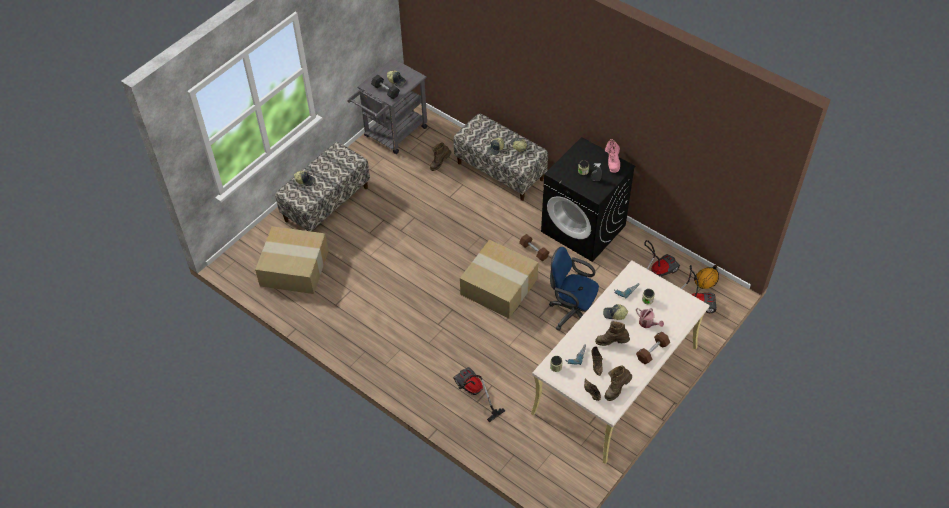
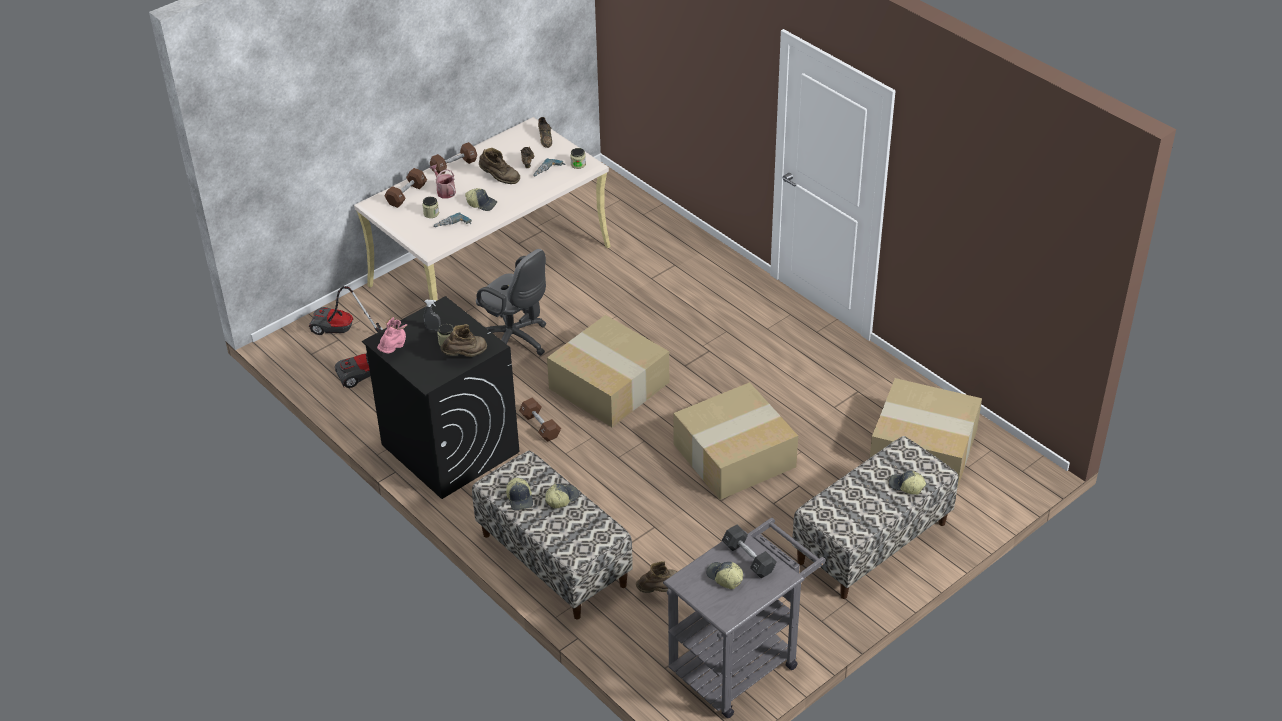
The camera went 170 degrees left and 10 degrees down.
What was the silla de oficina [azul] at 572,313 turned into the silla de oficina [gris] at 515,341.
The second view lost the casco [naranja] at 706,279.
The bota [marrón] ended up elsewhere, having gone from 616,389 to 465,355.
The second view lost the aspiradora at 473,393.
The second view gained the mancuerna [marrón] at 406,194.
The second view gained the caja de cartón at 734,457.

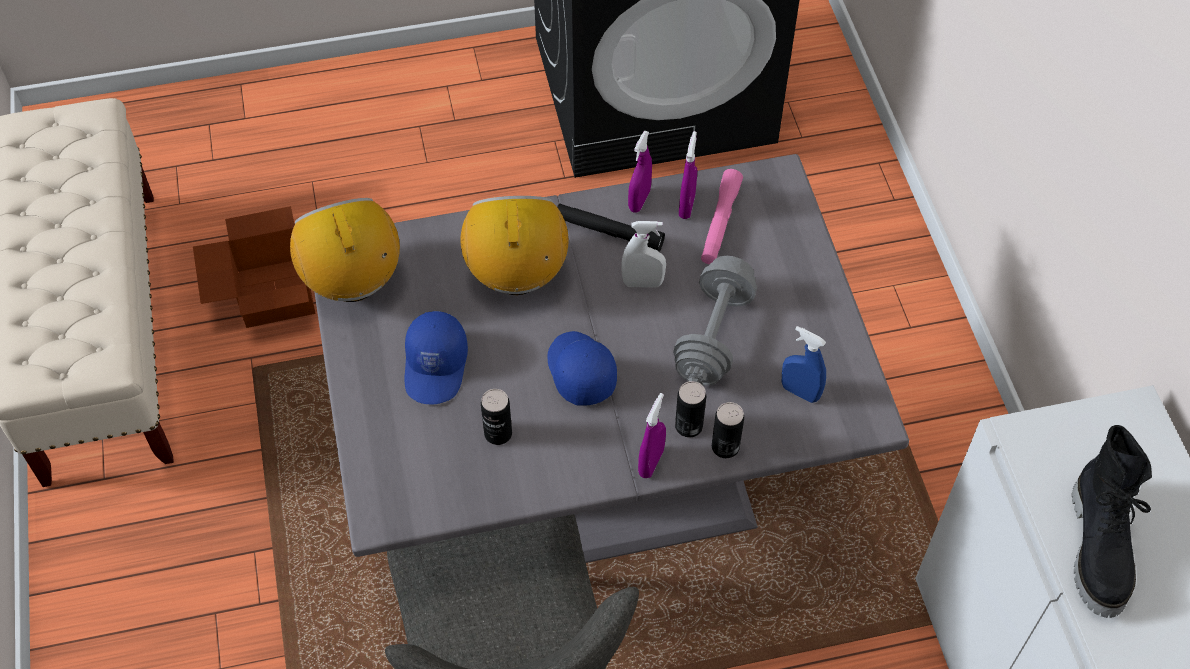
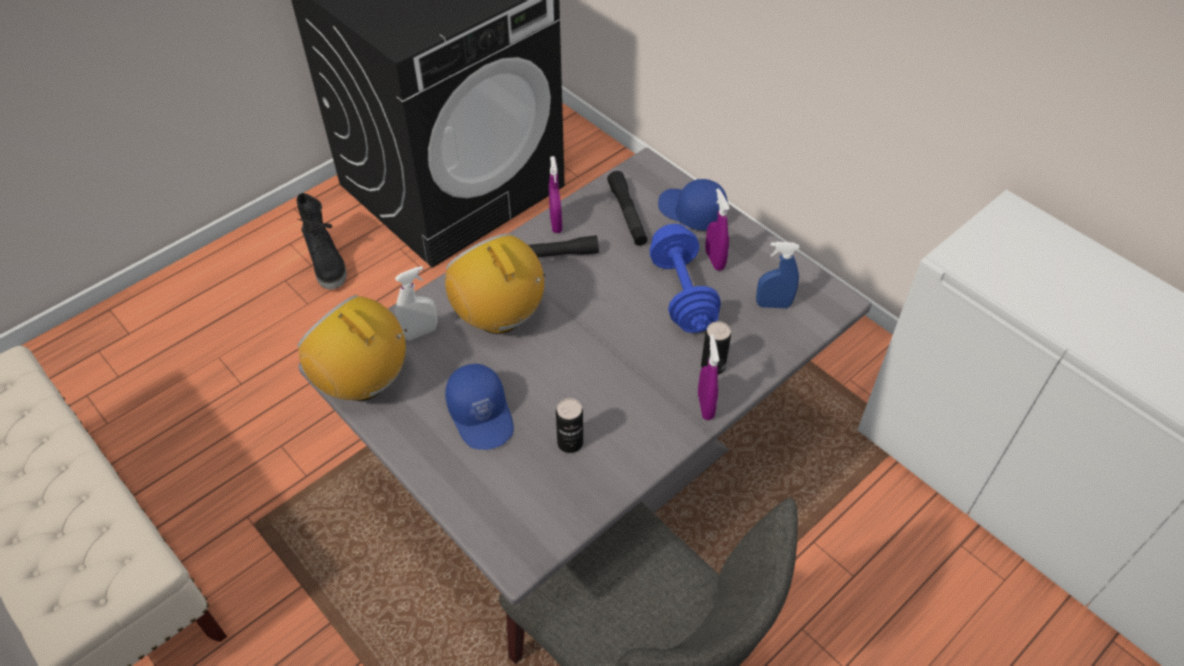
The camera went 30 degrees left and 5 degrees down.
The pulverizador [morado] ended up elsewhere, having gone from 686,206 to 714,260.
What was the linterna [rosa] at 720,223 turned into the linterna [negro] at 627,214.
The second view lost the caja de cartón at 273,292.
The pulverizador [blanco] ended up elsewhere, having gone from 642,283 to 420,332.
What was the mancuerna [gris] at 713,336 turned into the mancuerna [azul] at 682,294.
The gorra [azul] ended up elsewhere, having gone from 579,372 to 691,212.
The second view lost the lata at 725,447.
The bota [negro] ended up elsewhere, having gone from 1099,549 to 327,263.

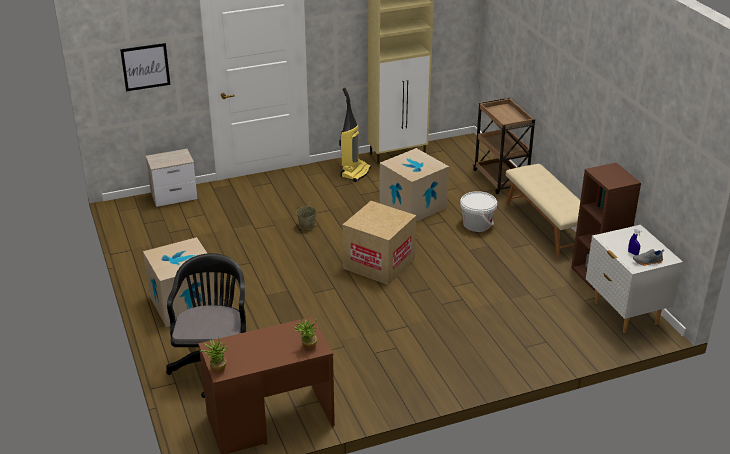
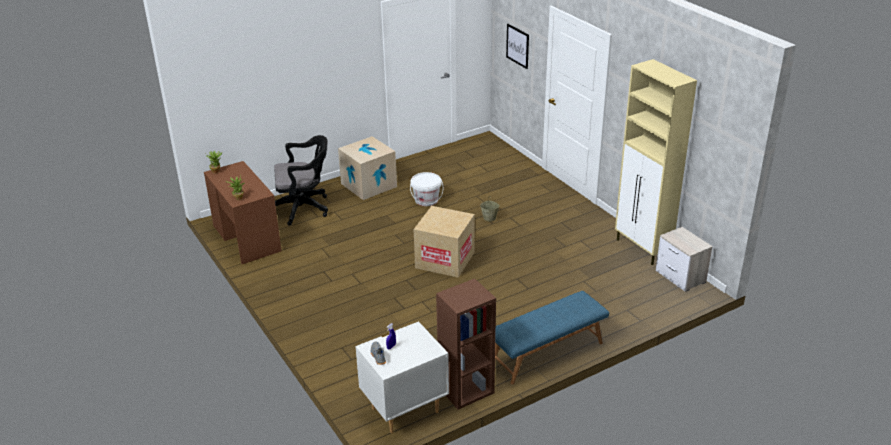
The camera went 80 degrees right and 0 degrees up.
The second view lost the aspiradora at 355,172.
The second view lost the carrito [marrón] at 500,180.
The second view lost the caja de cartón at 413,206.
The mesita de noche ended up elsewhere, having gone from 175,196 to 681,277.
What was the banco [beis] at 546,225 turned into the banco [azul] at 547,353.
The cubo [blanco] ended up elsewhere, having gone from 477,224 to 426,200.

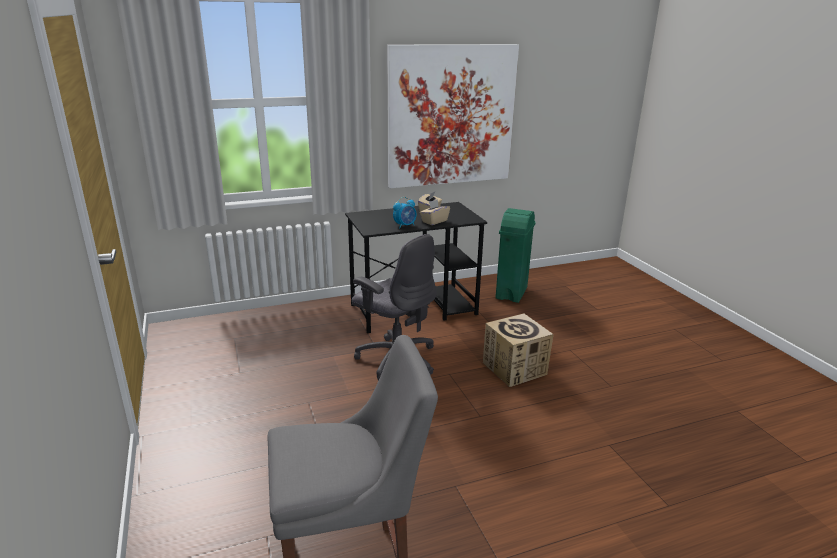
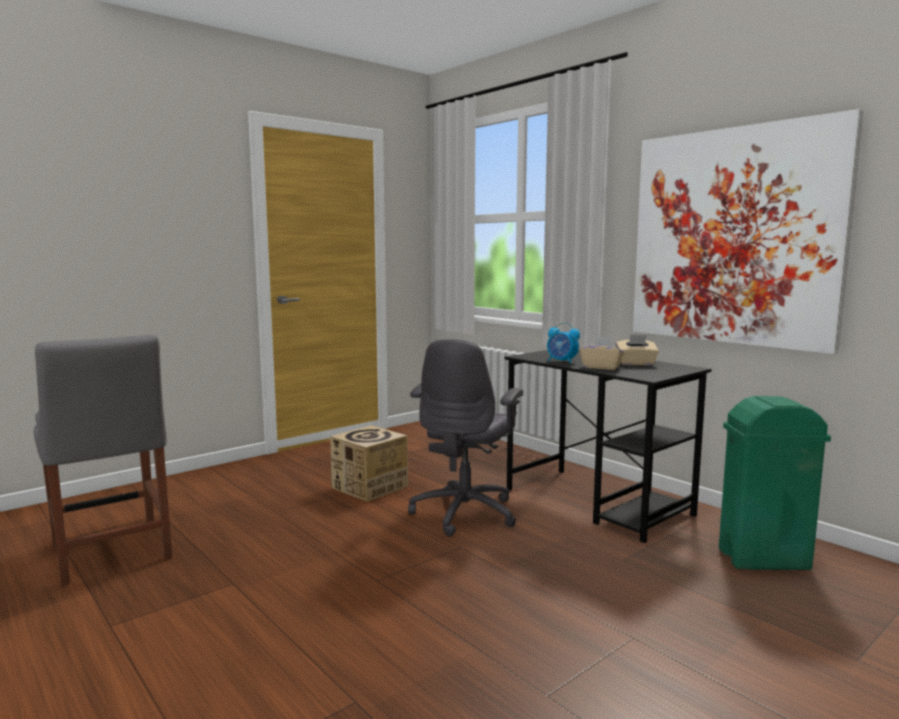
The camera went 70 degrees right and 15 degrees down.
The caja de cartón ended up elsewhere, having gone from 515,368 to 370,487.

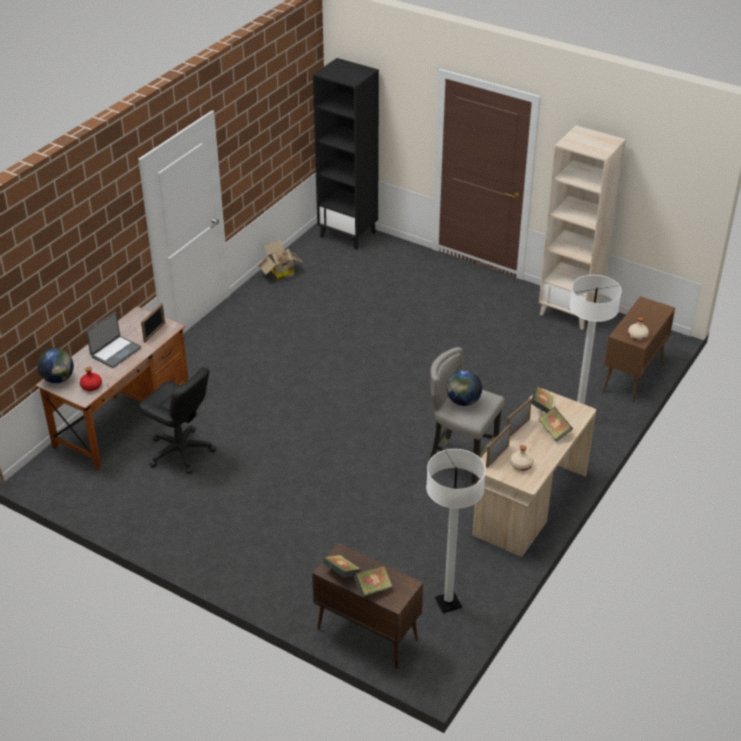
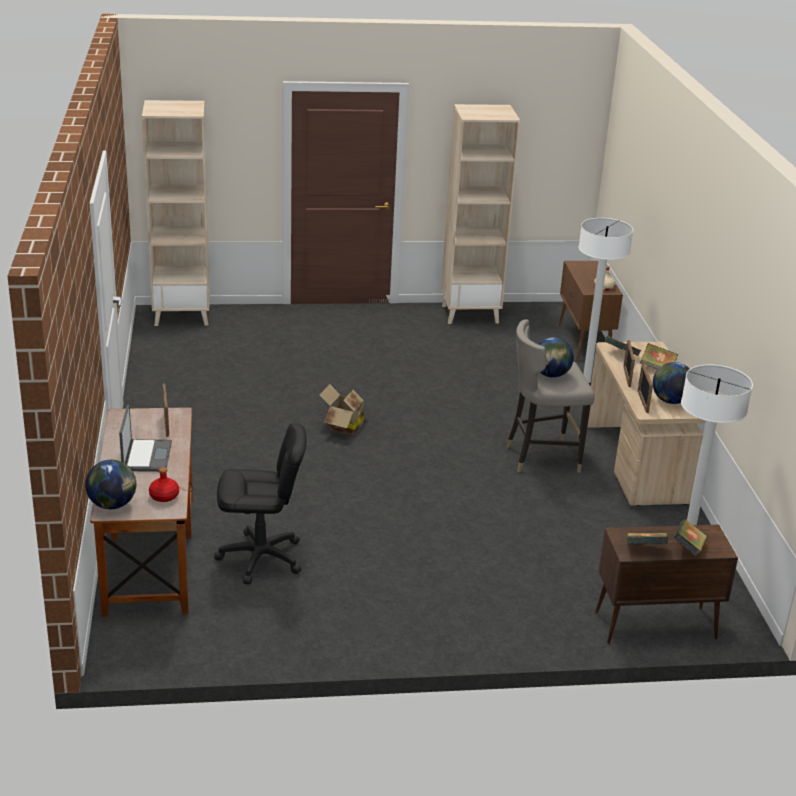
The camera went 40 degrees left and 10 degrees down.
What was the estantería [negro] at 348,234 turned into the estantería [beis] at 182,316.
The caja de cartón ended up elsewhere, having gone from 279,273 to 343,427.
Where the botella [beis] stood at 521,465, the globo terráqueo came to stand at 670,401.

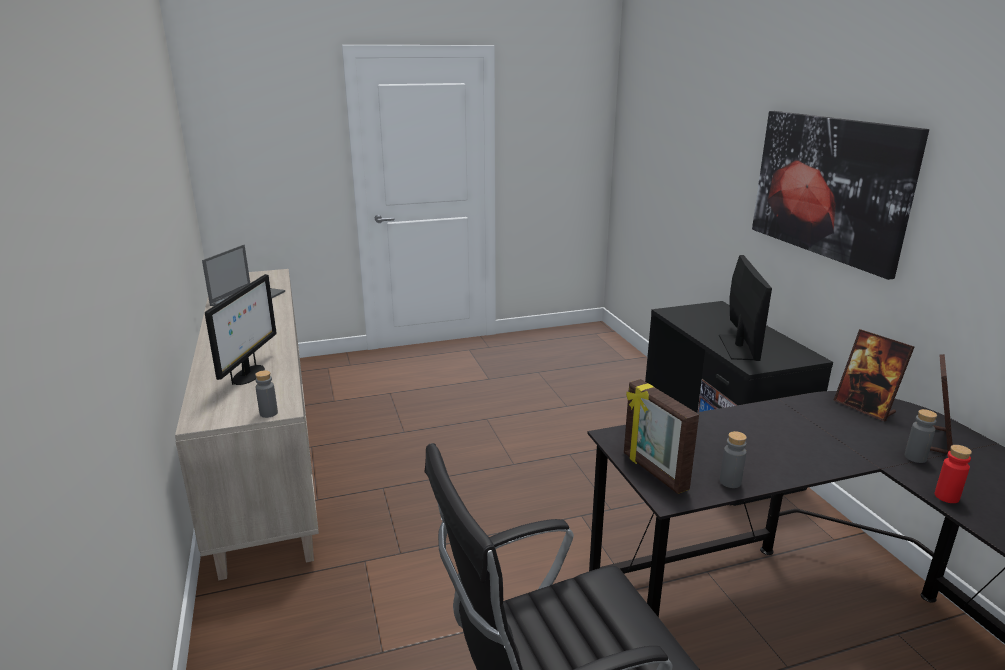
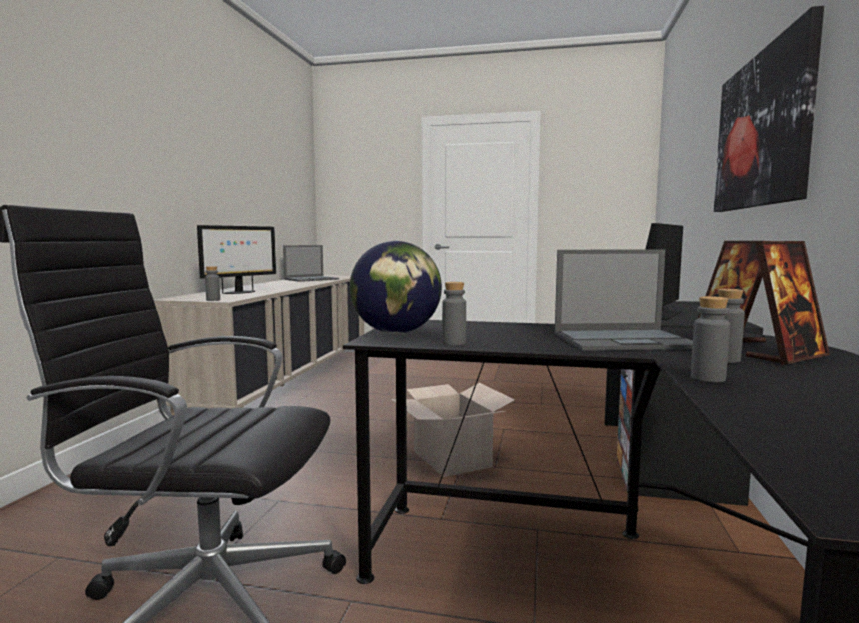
The camera went 30 degrees right and 15 degrees down.
Where the portarretratos stood at 653,472, the globo terráqueo came to stand at 396,333.
What was the botella [rojo] at 946,497 turned into the botella [gris] at 708,378.
The second view gained the portátil at 625,341.
The second view gained the caja de cartón at 452,459.

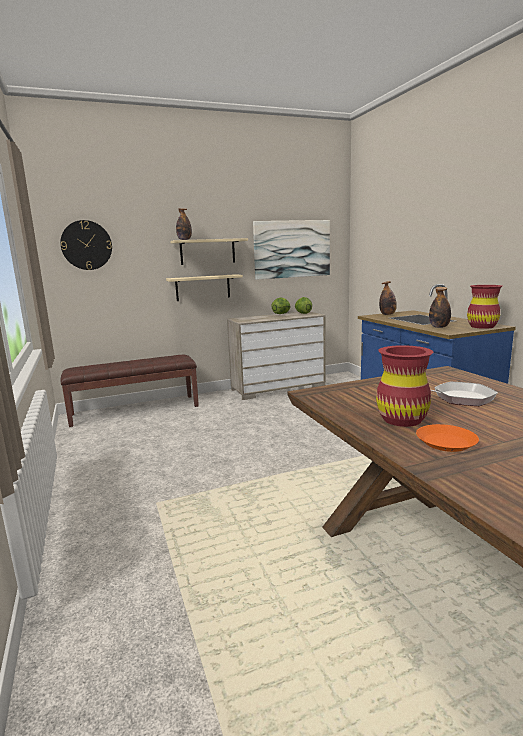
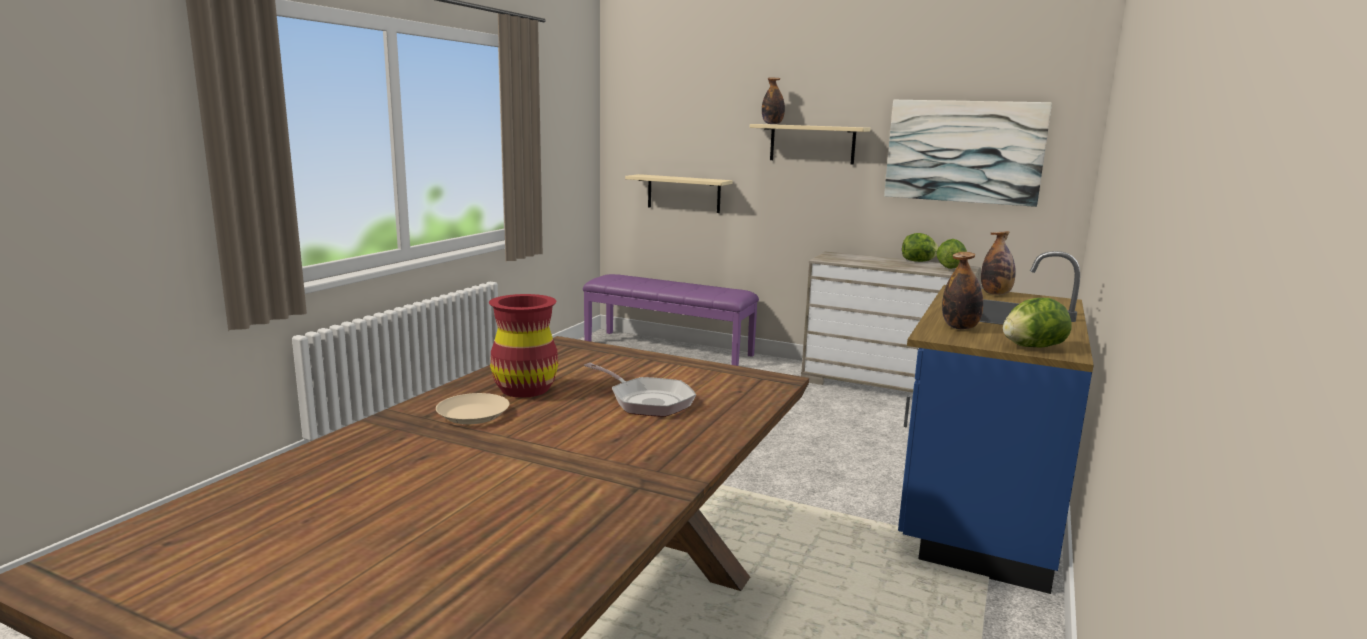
The camera went 45 degrees right and 0 degrees up.
The second view lost the reloj de pared at 86,245.
The estante [beis] ended up elsewhere, having gone from 203,287 to 683,193.
Where the florero [rojo] stood at 482,326, the lechuga came to stand at 1032,347.
What was the banco [marrón] at 135,410 turned into the banco [morado] at 668,349.
What was the plato [naranja] at 446,442 turned into the plato [beis] at 474,414.

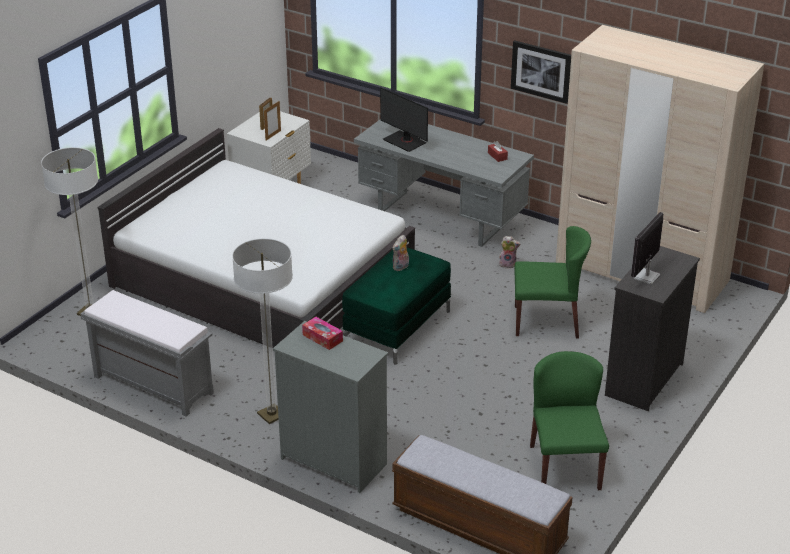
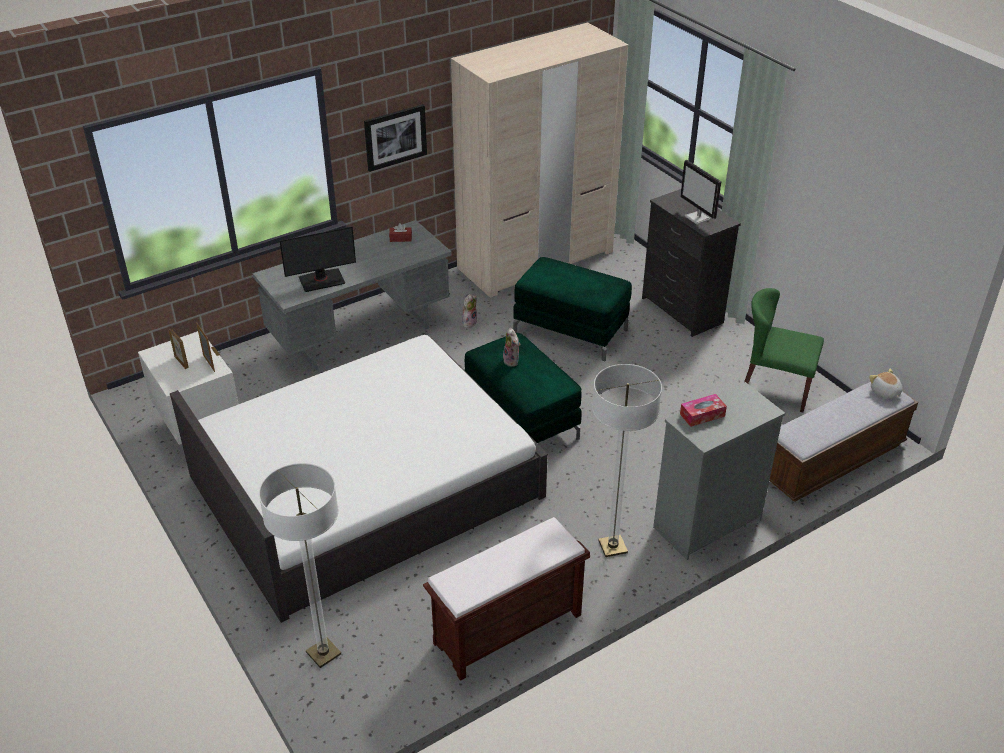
The camera went 65 degrees left and 5 degrees up.
Where the silla [verde] stood at 547,321, the puf [verde] came to stand at 571,331.
What was the banco [gris] at 152,385 turned into the banco [marrón] at 507,630.
The second view gained the peluche at 885,392.

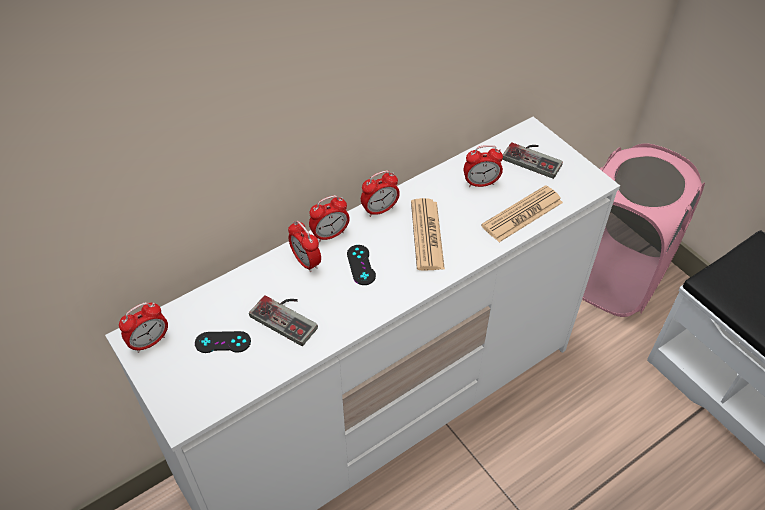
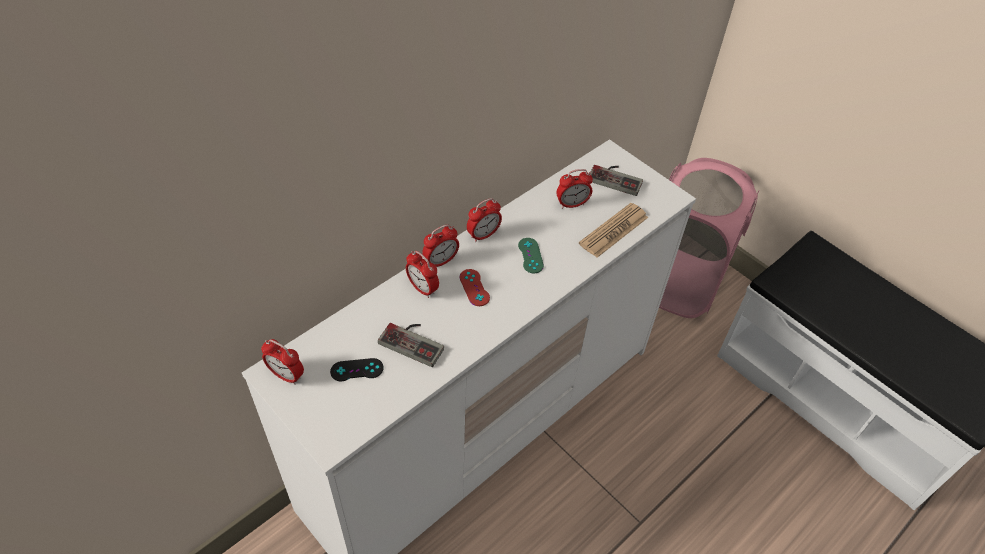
The camera went 10 degrees left and 0 degrees up.
Where the periódico stood at 427,235, the mando de consola [verde] came to stand at 530,255.
What was the mando de consola [negro] at 361,265 turned into the mando de consola [rojo] at 474,287.
The despertador at 149,342 ended up facing another way, 75 degrees clockwise from before.

